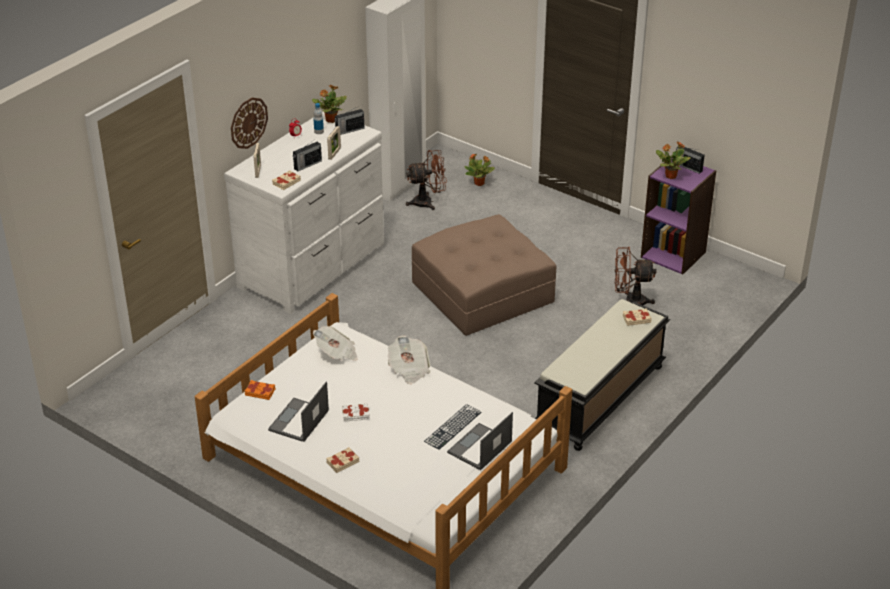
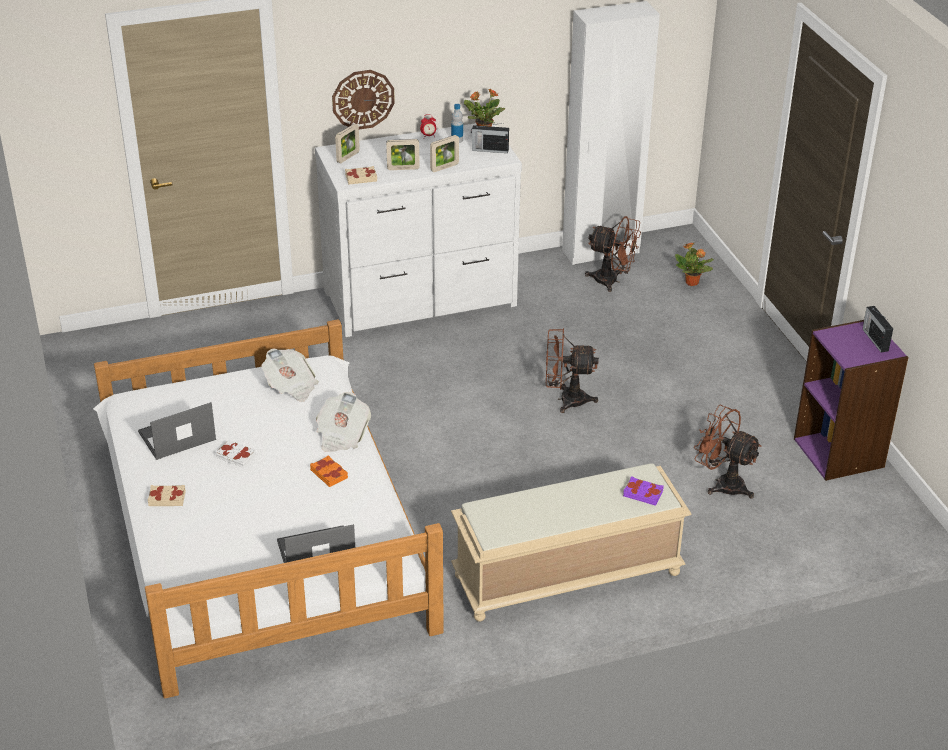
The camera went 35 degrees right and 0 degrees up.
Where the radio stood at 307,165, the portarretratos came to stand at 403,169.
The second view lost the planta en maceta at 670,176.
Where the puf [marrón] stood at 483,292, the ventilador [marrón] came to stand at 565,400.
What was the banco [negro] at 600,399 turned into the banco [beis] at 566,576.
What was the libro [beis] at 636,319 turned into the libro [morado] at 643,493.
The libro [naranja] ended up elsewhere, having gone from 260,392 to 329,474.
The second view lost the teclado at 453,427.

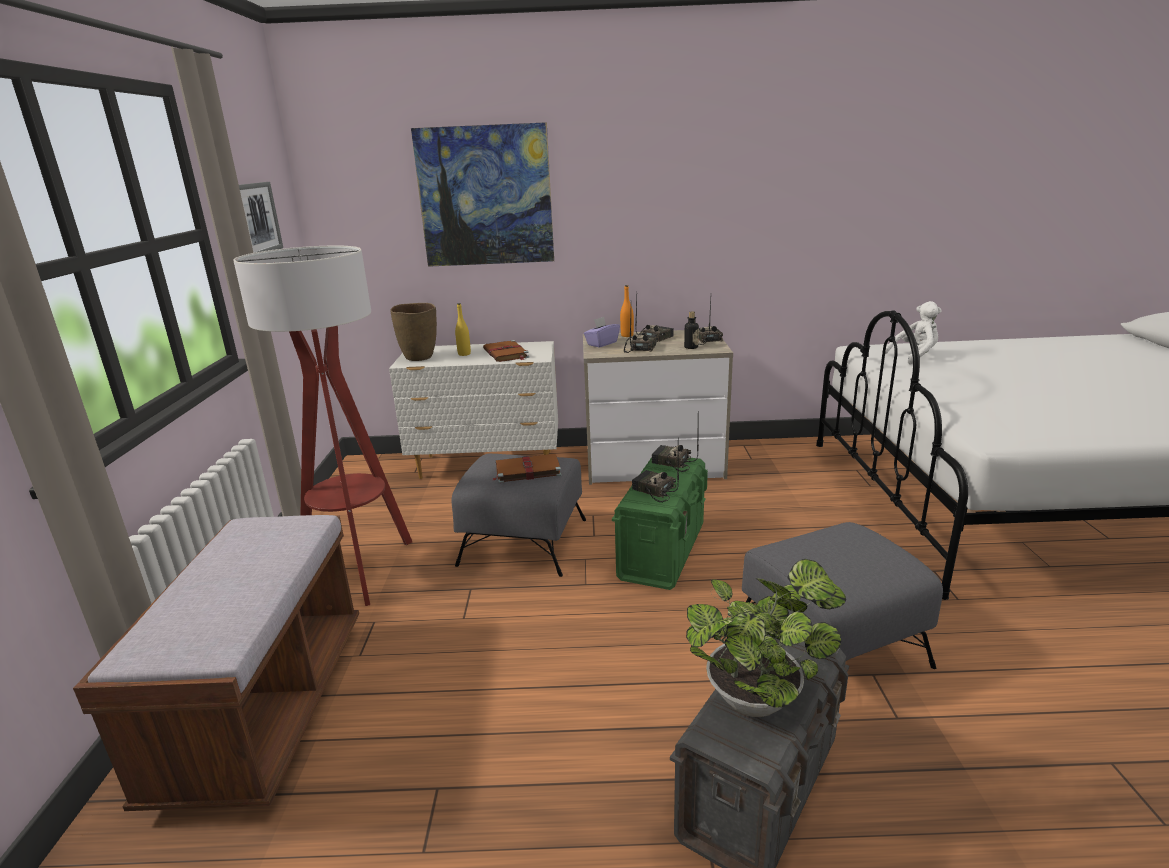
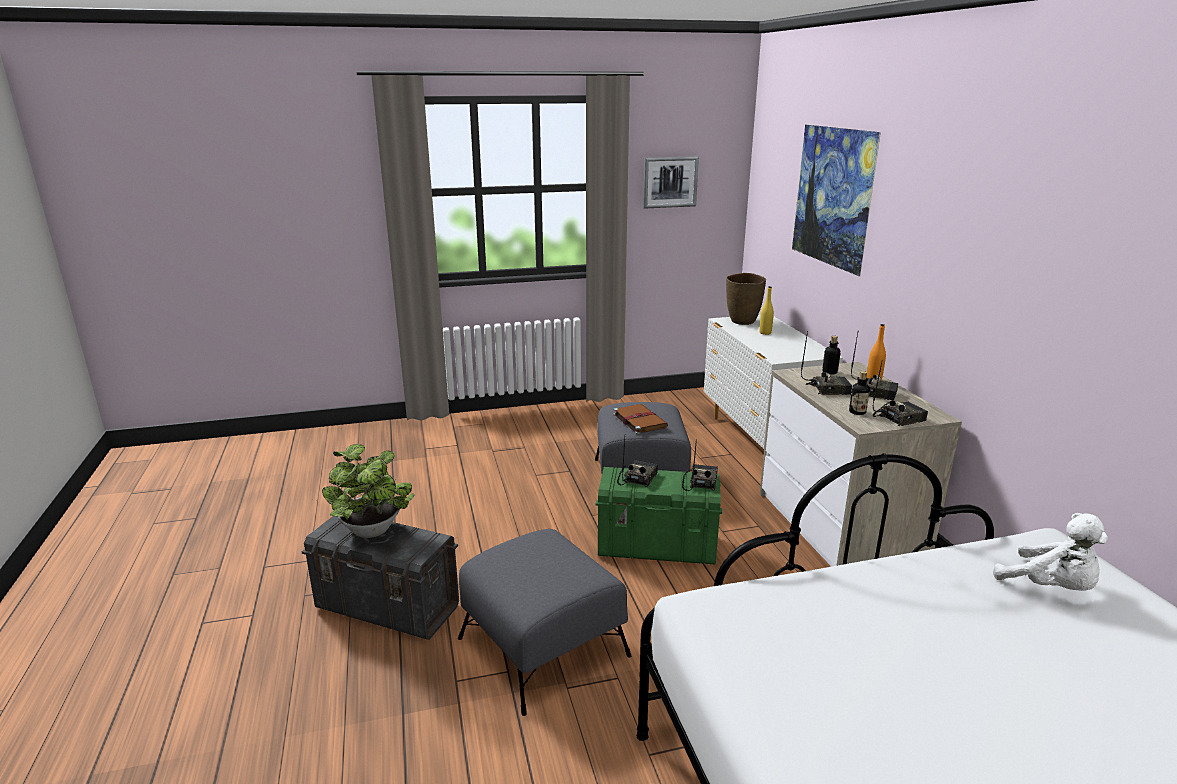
The camera went 75 degrees right and 0 degrees up.
The second view lost the lámpara de pie at 360,569.
Where the caja de pañuelos [morado] stood at 602,343, the botella came to stand at 829,372.
The second view lost the libro [marrón] at 506,354.
The second view lost the banco [marrón] at 265,709.

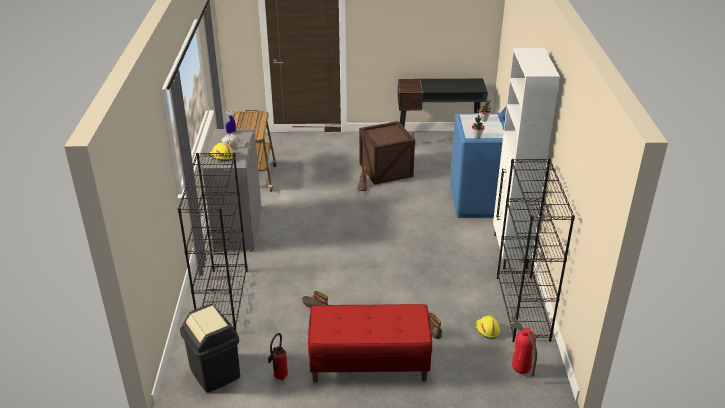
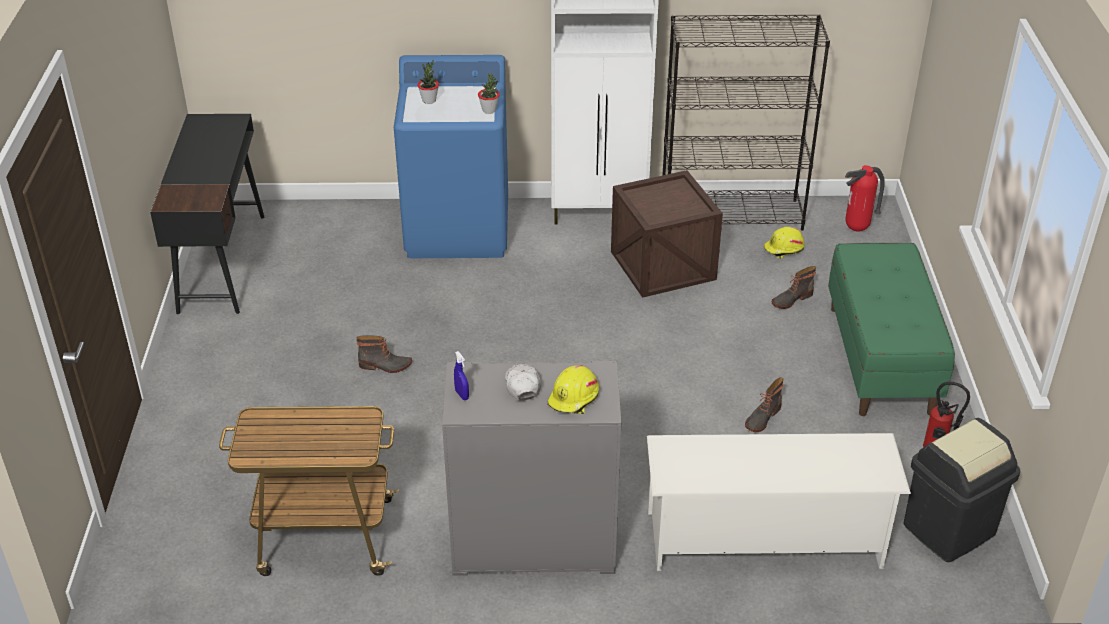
The camera went 90 degrees left and 5 degrees up.
The caja de embalaje ended up elsewhere, having gone from 386,170 to 663,265.
Where the estantería [negro] stood at 223,300, the zapatero [blanco] came to stand at 764,540.
What was the banco [rojo] at 369,364 turned into the banco [verde] at 881,359.

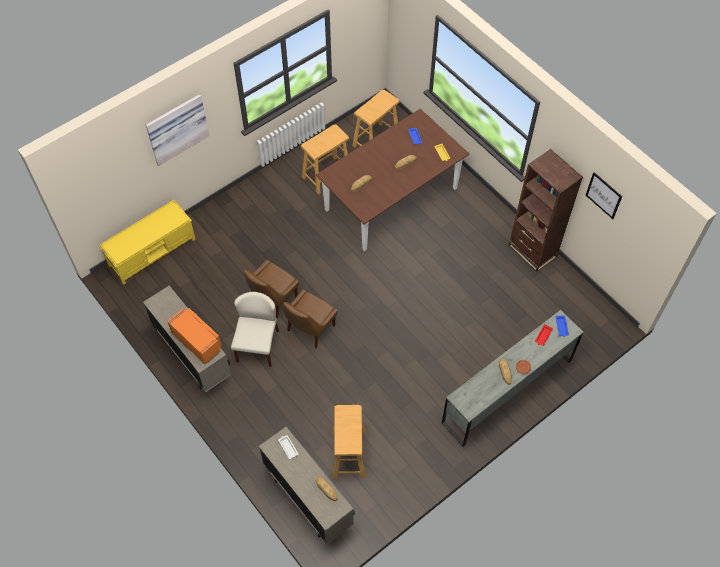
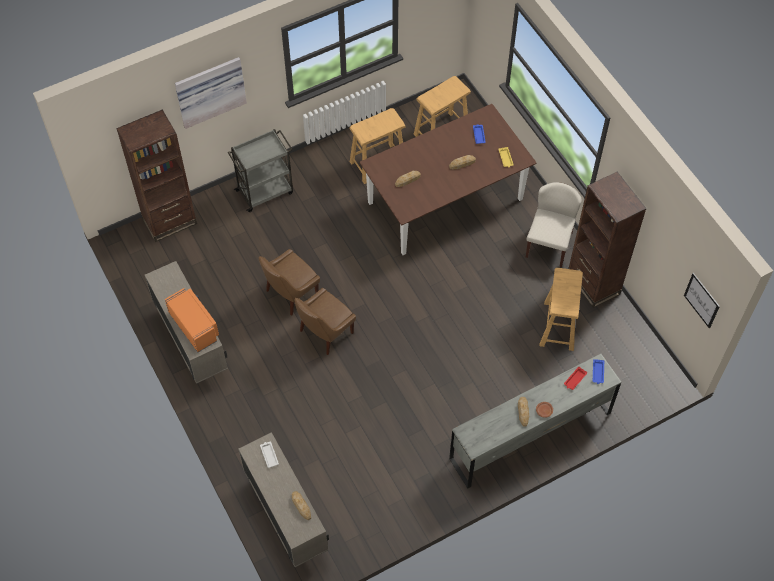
The camera went 10 degrees right and 0 degrees up.
The cuadro ended up elsewhere, having gone from 603,195 to 701,300.
Where the banco [amarillo] stood at 152,252, the estantería [marrón] came to stand at 170,221.
The silla [beis] ended up elsewhere, having gone from 257,345 to 548,244.
The taburete [beis] ended up elsewhere, having gone from 349,454 to 558,326.
The second view gained the carrito [gris] at 265,191.

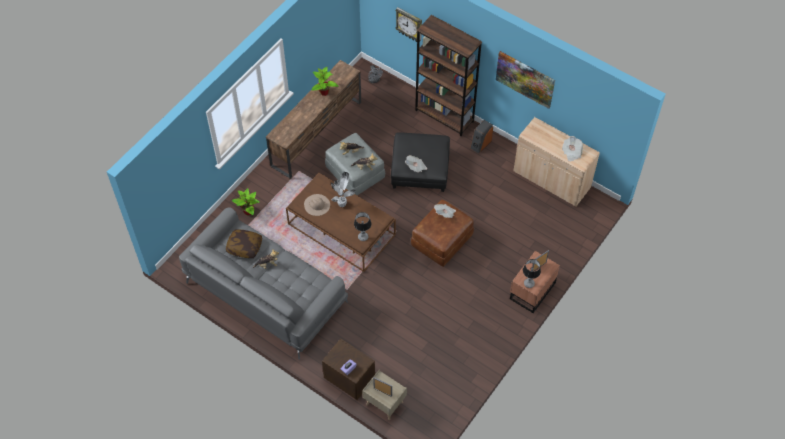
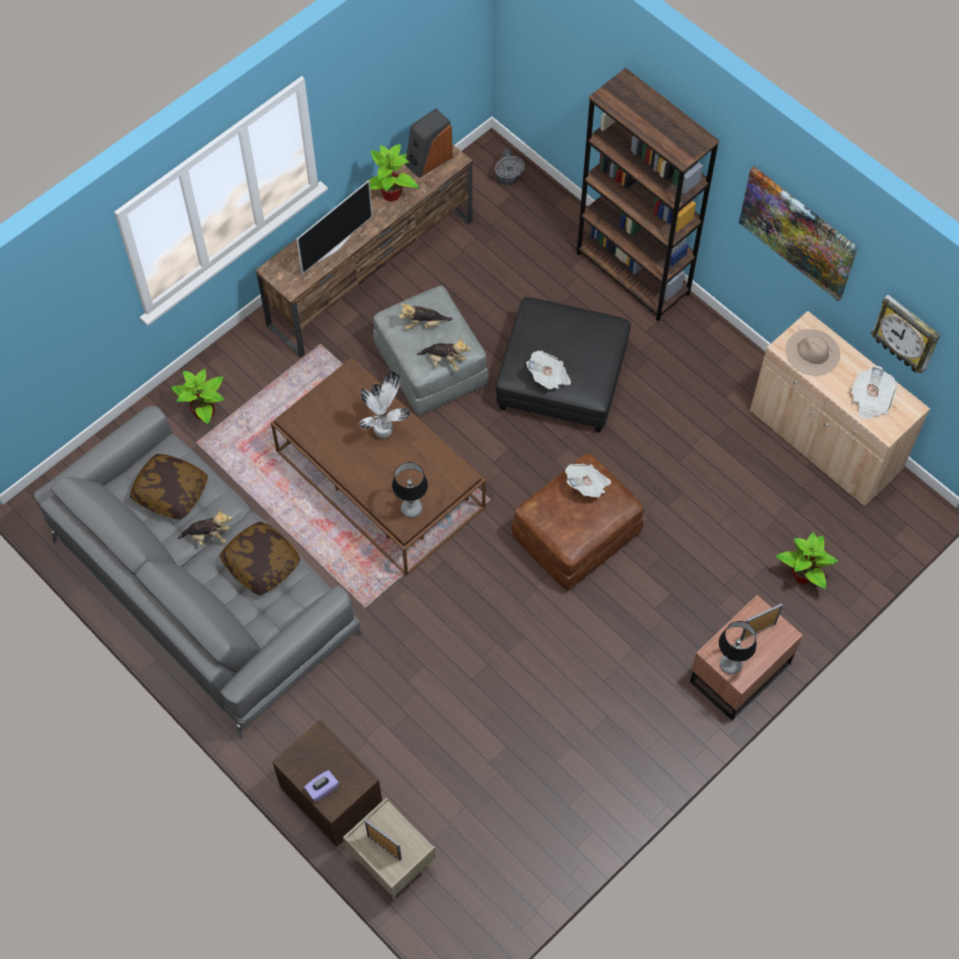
The camera went 10 degrees right and 5 degrees up.
The reloj de pared ended up elsewhere, having gone from 409,24 to 906,334.
The altavoz ended up elsewhere, having gone from 480,144 to 428,160.
The sombrero [beis] ended up elsewhere, having gone from 317,205 to 812,352.
The second view gained the televisor at 334,247.
The second view gained the cojín at 261,563.
The second view gained the planta en maceta at 803,575.

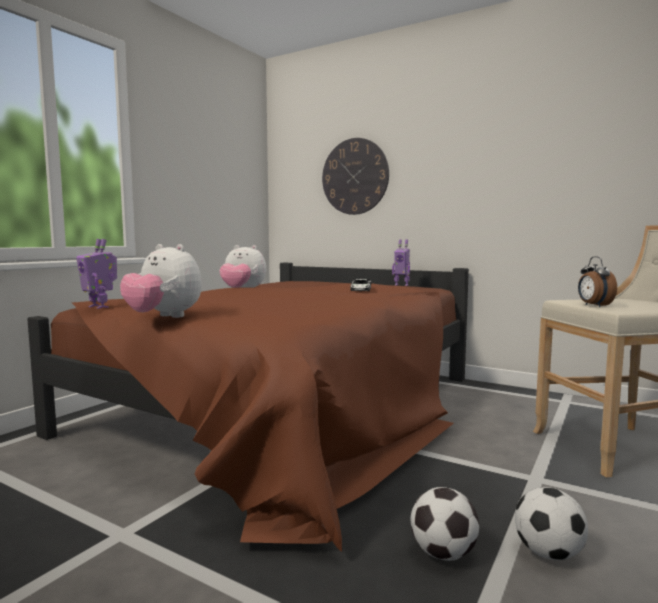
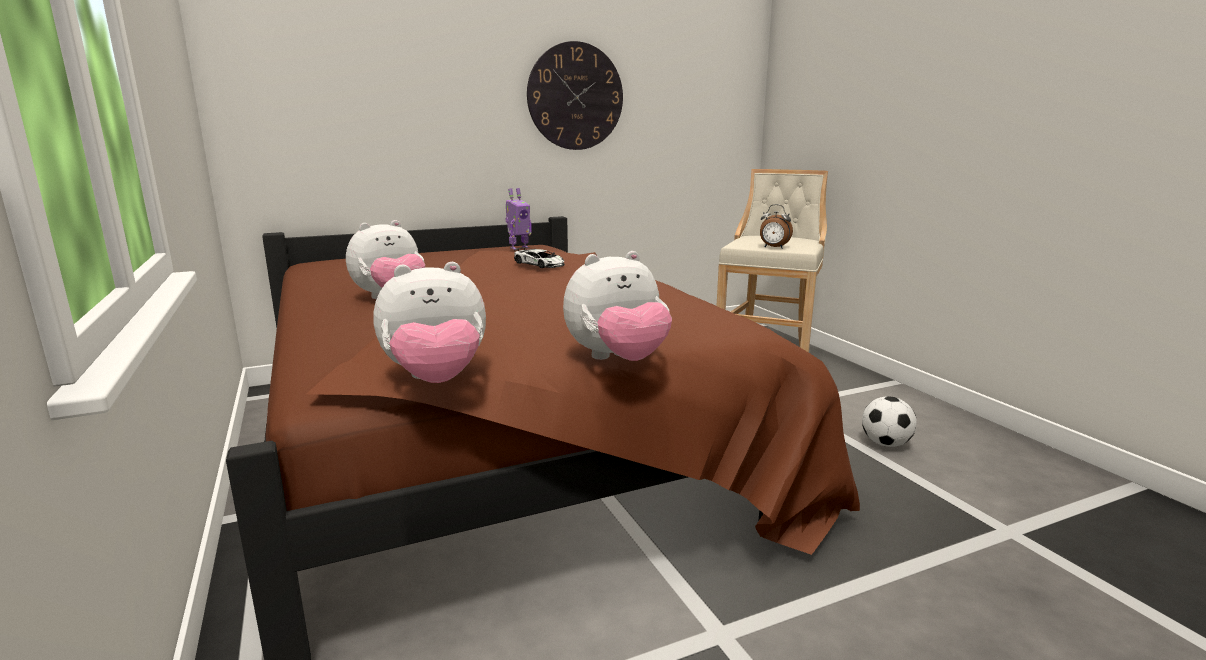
The camera went 55 degrees left and 10 degrees up.
The reloj de pared ended up elsewhere, having gone from 355,176 to 575,96.
Where the robot de juguete stood at 100,307, the peluche came to stand at 436,380.
The second view lost the balón de fútbol at 443,553.

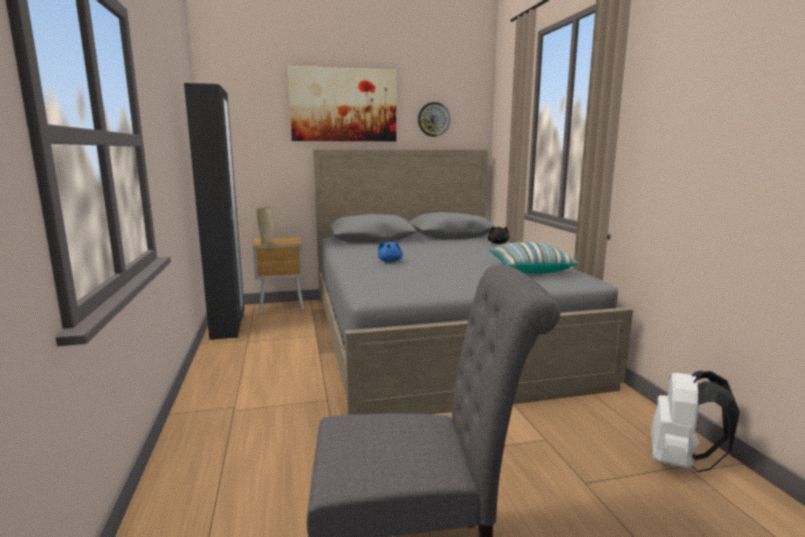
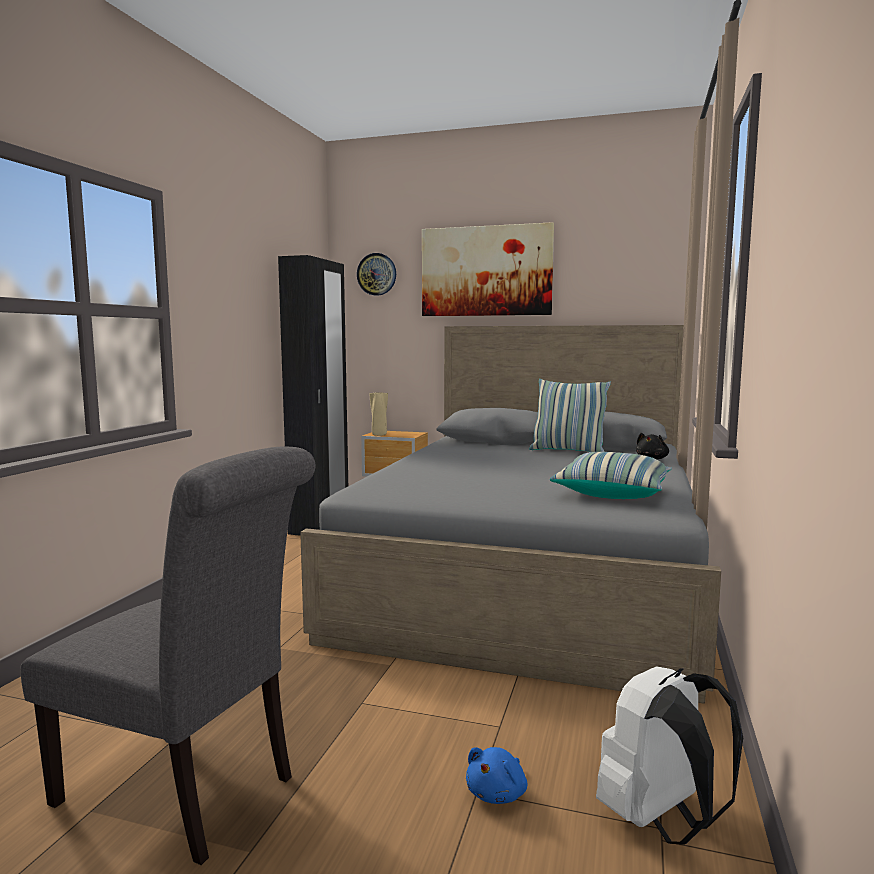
The camera went 30 degrees right and 5 degrees down.
The reloj de pared ended up elsewhere, having gone from 433,119 to 377,274.
The peluche [azul] ended up elsewhere, having gone from 390,261 to 498,793.
The second view gained the cojín at 568,451.

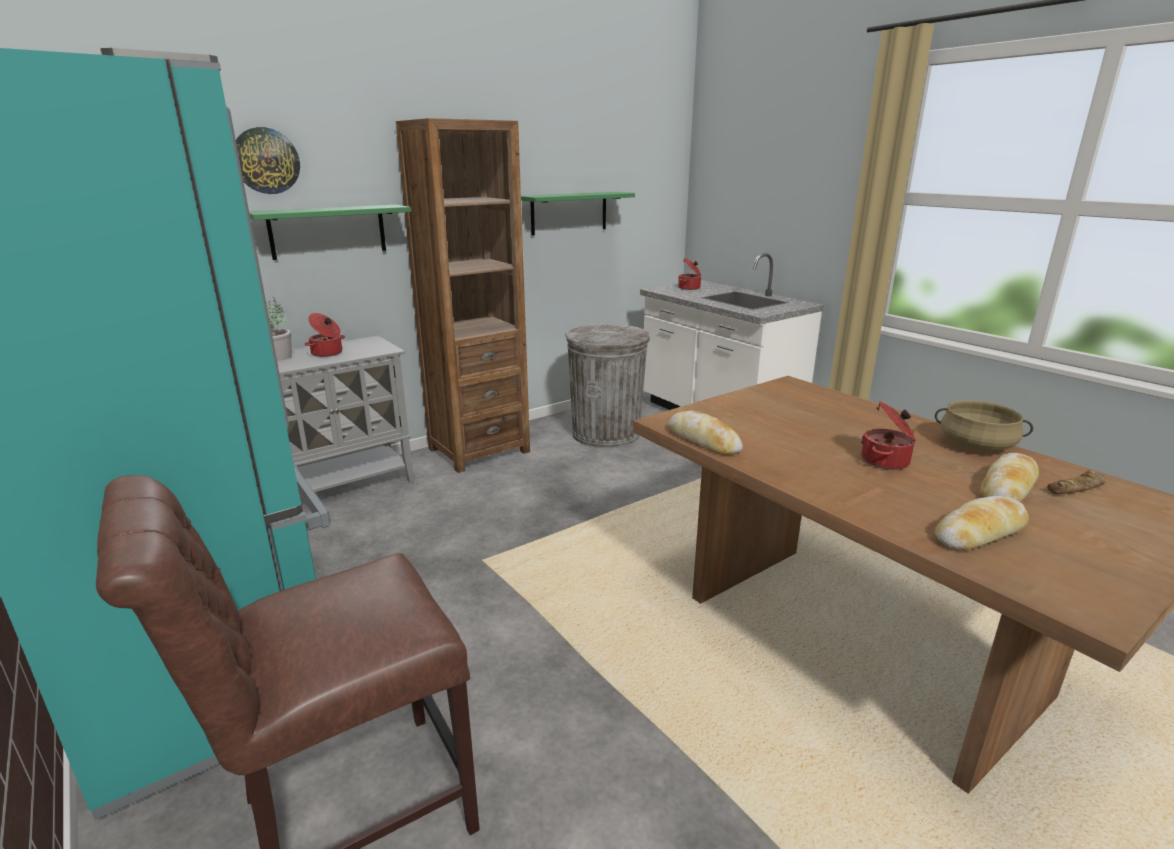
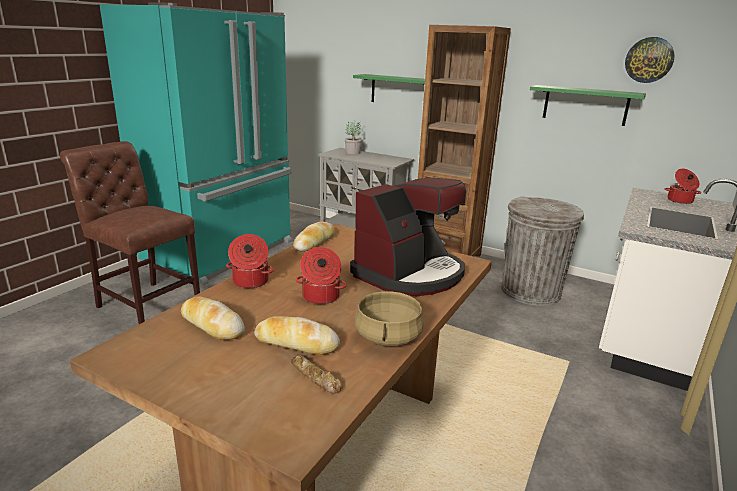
The camera went 65 degrees right and 0 degrees up.
The reloj de pared ended up elsewhere, having gone from 266,161 to 649,60.
The olla ended up elsewhere, having gone from 327,353 to 250,282.
The second view gained the cafetera at 410,274.

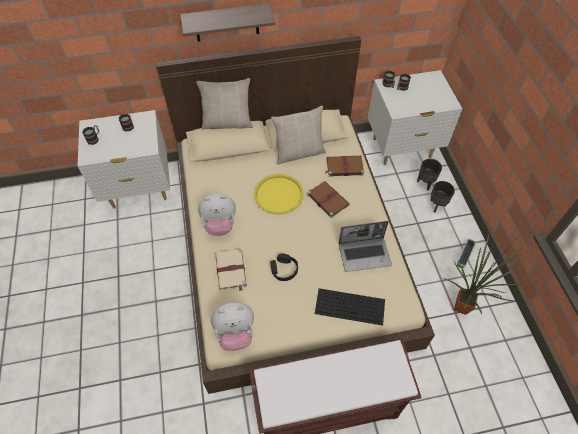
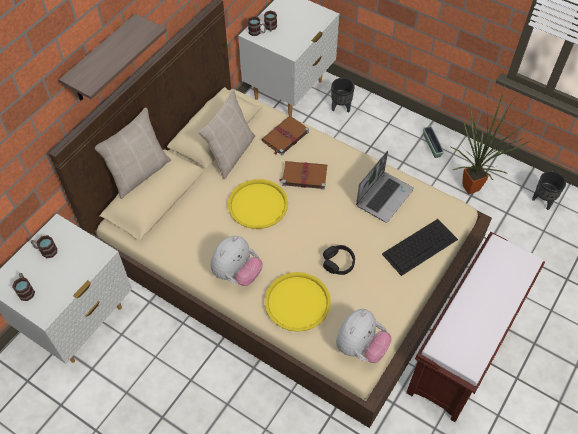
The camera went 45 degrees left and 0 degrees up.
The maceta [negro] ended up elsewhere, having gone from 437,206 to 543,201.
Where the libro [beis] stood at 231,271, the bandeja [amarillo] came to stand at 297,302.

